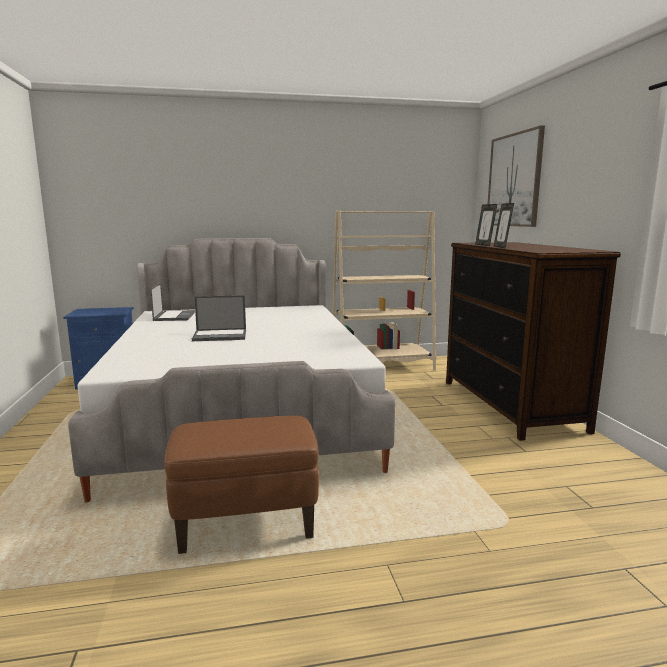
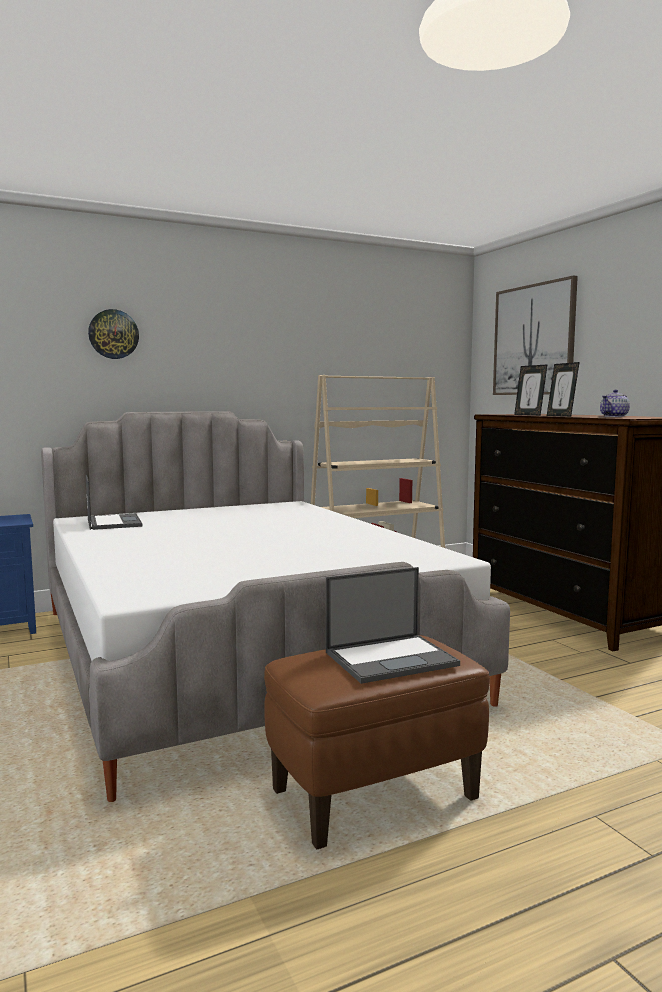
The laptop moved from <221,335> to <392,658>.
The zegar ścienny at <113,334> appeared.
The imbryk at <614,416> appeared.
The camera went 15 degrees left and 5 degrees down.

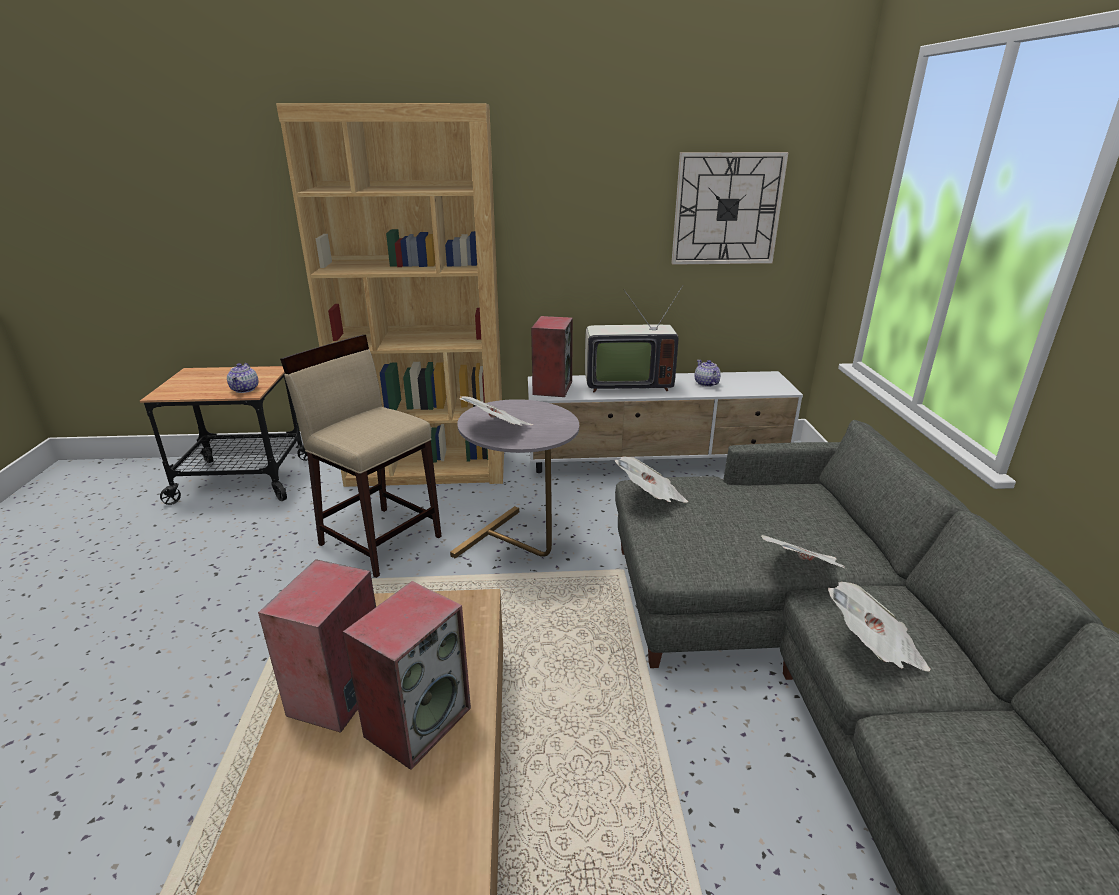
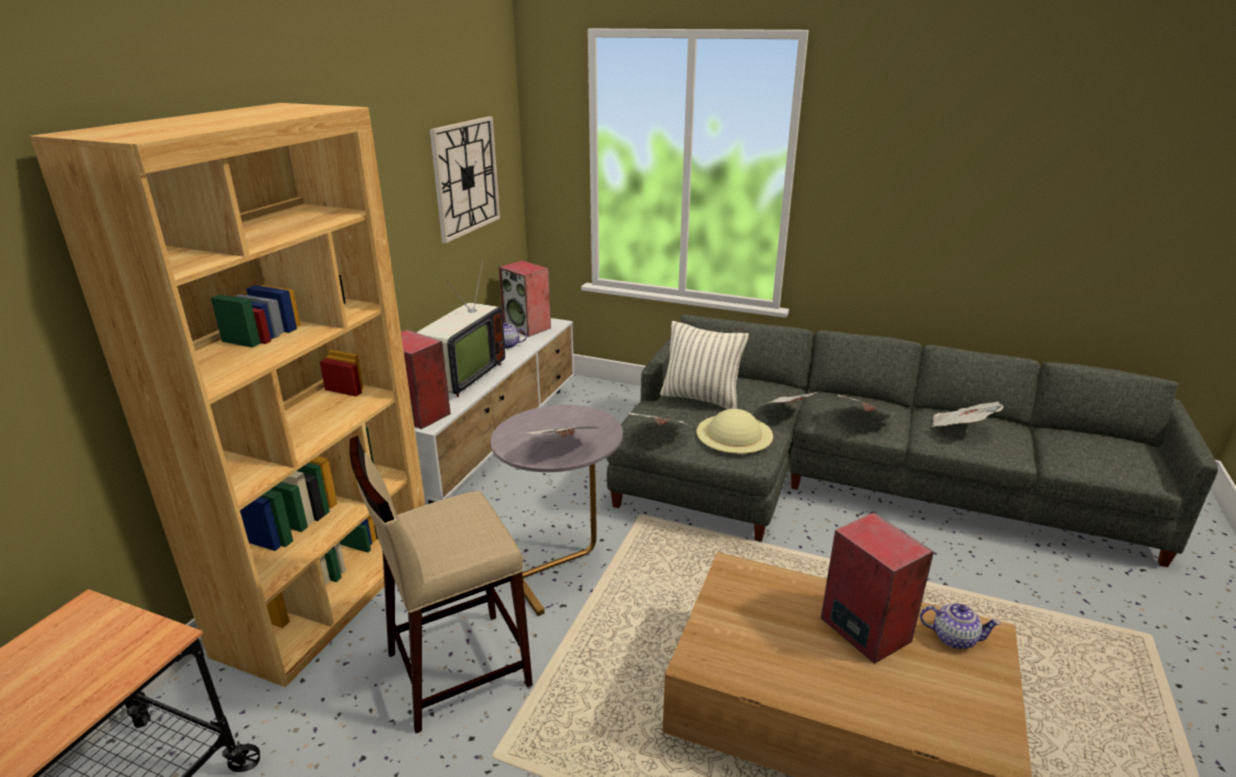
The imbryk moved from <245,389> to <953,637>.
The głośnik moved from <338,694> to <527,327>.
The poduszka at <701,399> appeared.
The kapelusz (beżowy) at <734,433> appeared.
The gazeta at <960,429> appeared.
The camera went 65 degrees left and 0 degrees up.

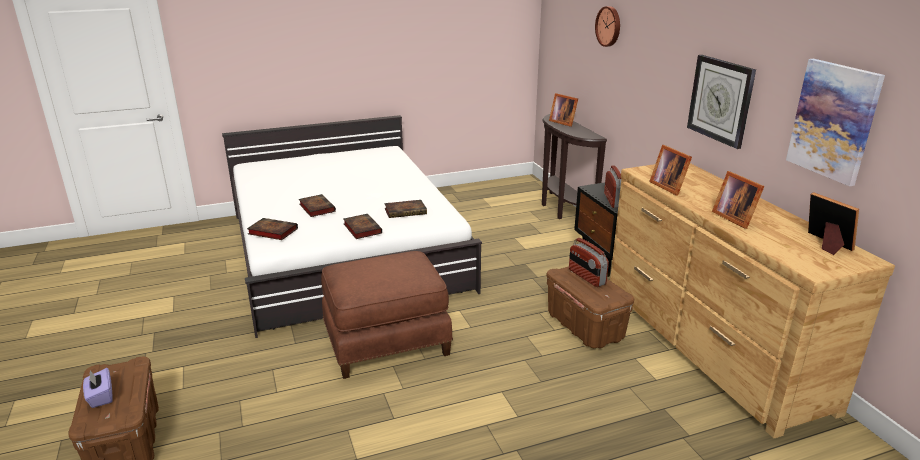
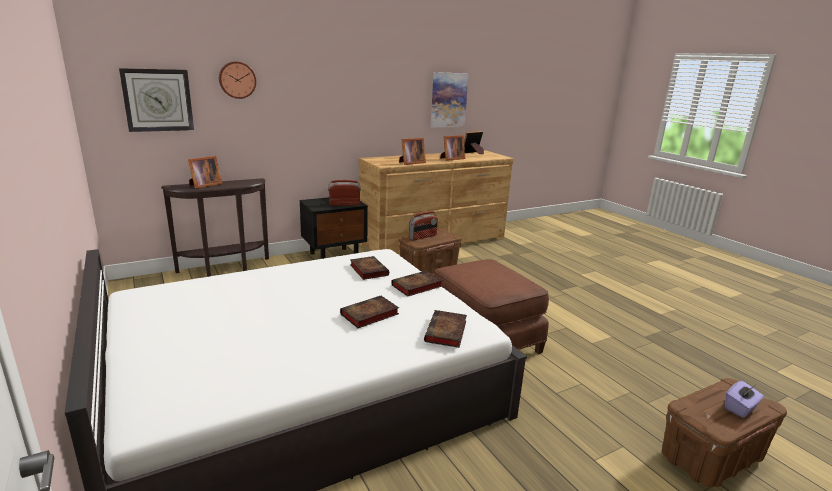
The zegar ścienny moved from <720,100> to <158,100>.
The camera went 100 degrees left and 5 degrees down.

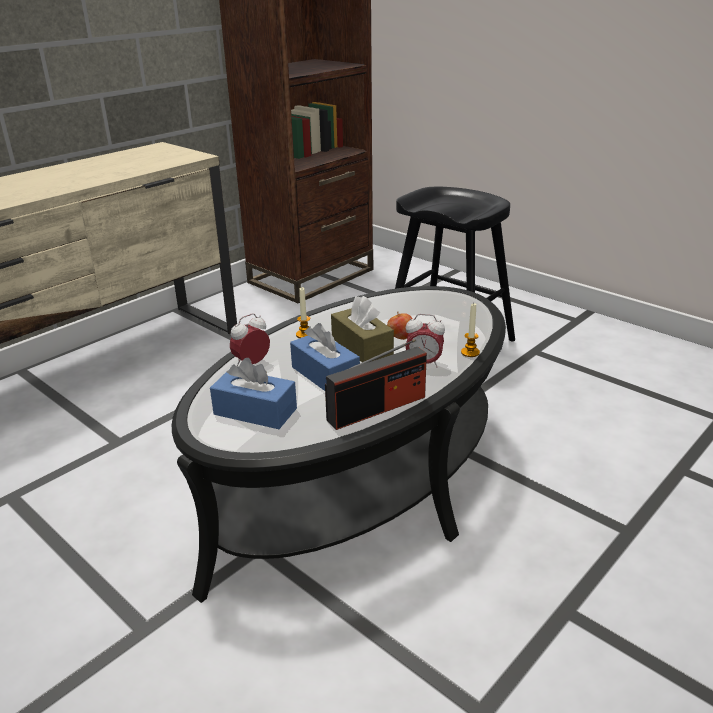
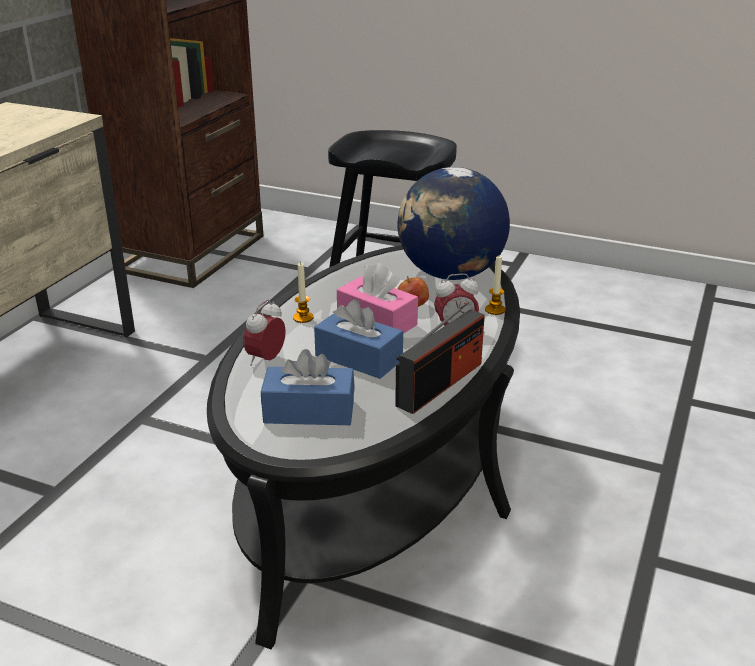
The pudełko chusteczek (brązowy) at <362,346> became the pudełko chusteczek (różowy) at <377,321>.
The globus at <450,274> appeared.
The camera went 20 degrees left and 0 degrees up.

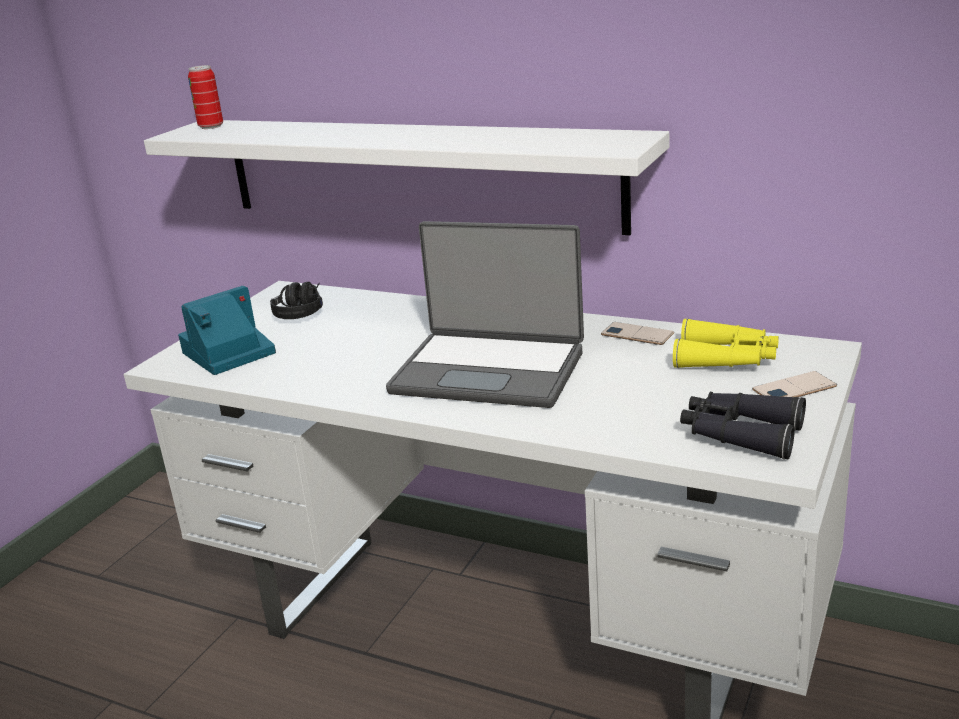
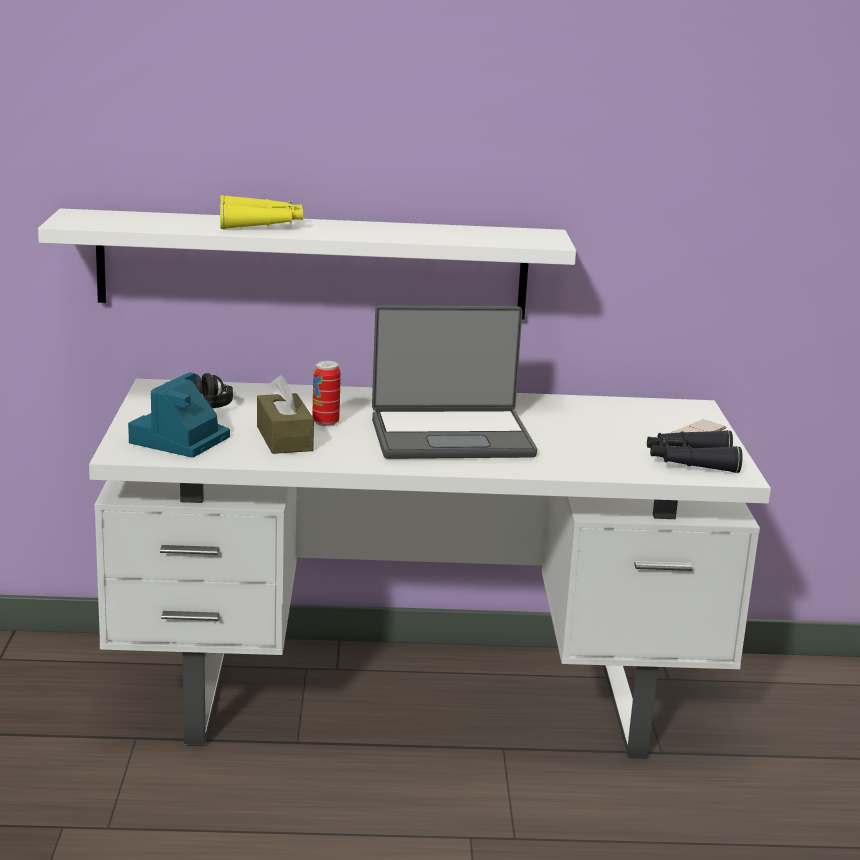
The puszka moved from <211,126> to <325,422>.
The telefon at <637,334> disappeared.
The lornetka (żółty) moved from <726,359> to <261,225>.
The pudełko chusteczek (brązowy) at <284,438> appeared.
The camera went 30 degrees left and 5 degrees down.

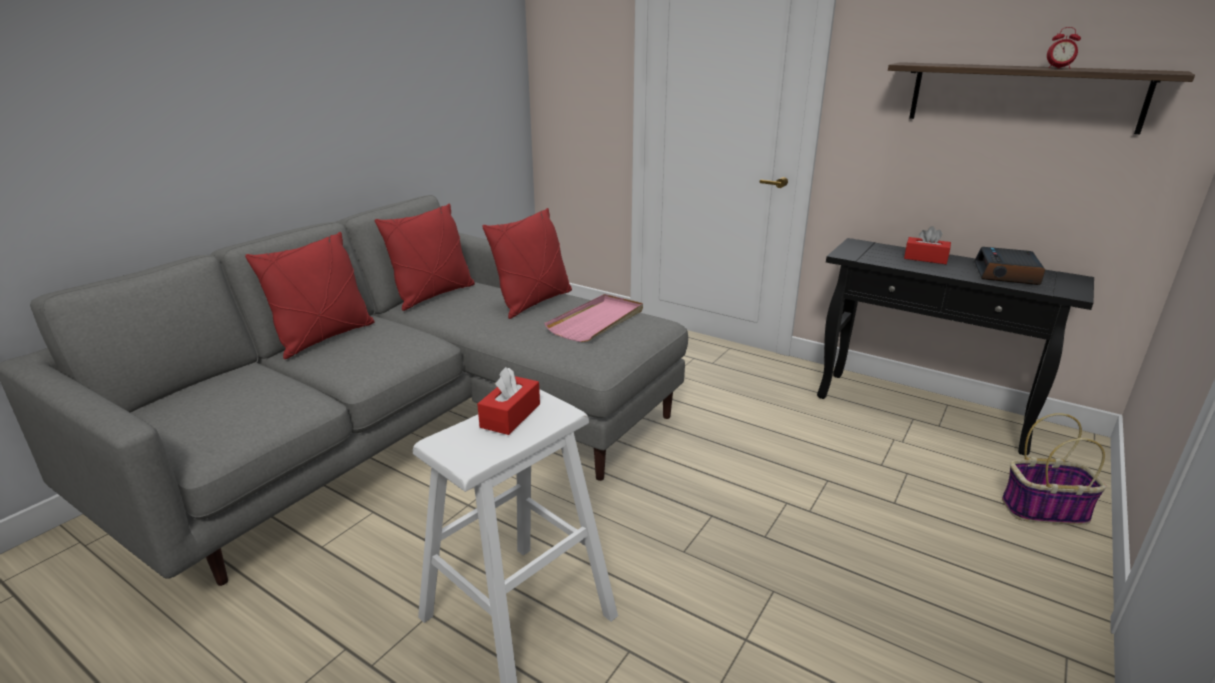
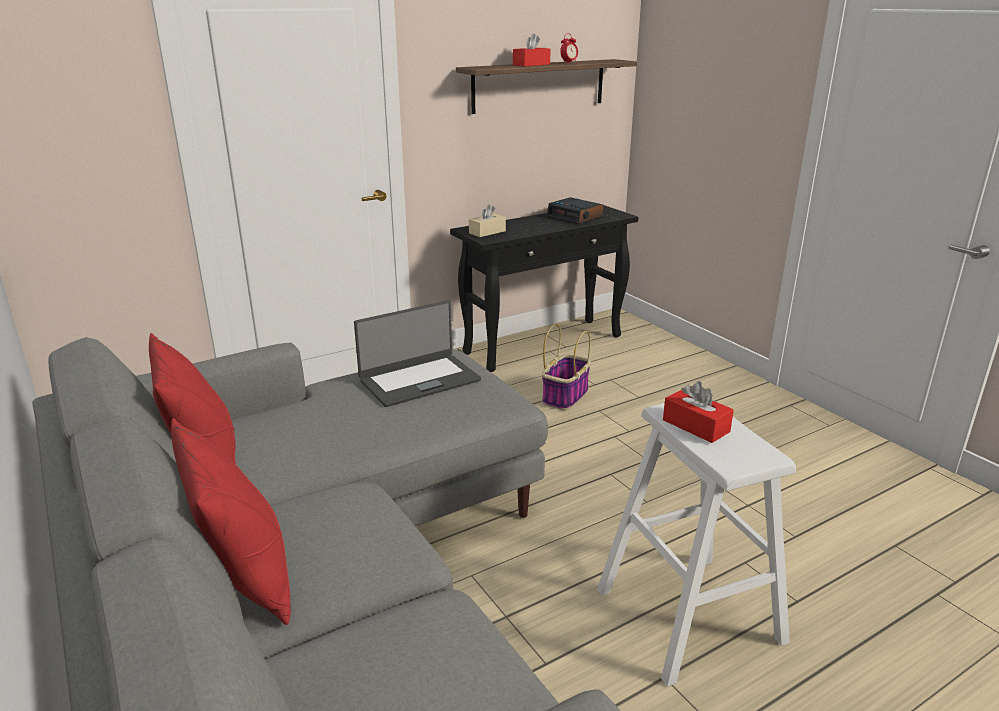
The poduszka (czerwony) at <533,302> disappeared.
The taca (różowy) at <597,321> was replaced by the laptop at <419,380>.
The pudełko chusteczek (czerwony) moved from <925,258> to <531,65>.
The koszyk moved from <1045,510> to <565,396>.
The pudełko chusteczek (beżowy) at <487,232> appeared.
The camera went 65 degrees left and 0 degrees up.

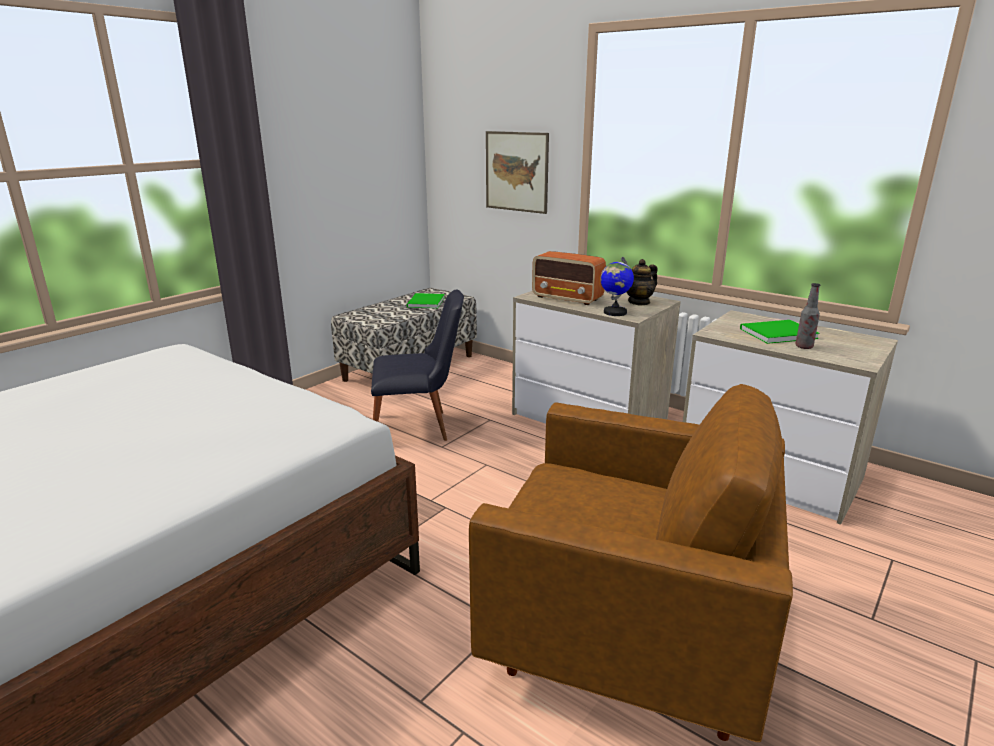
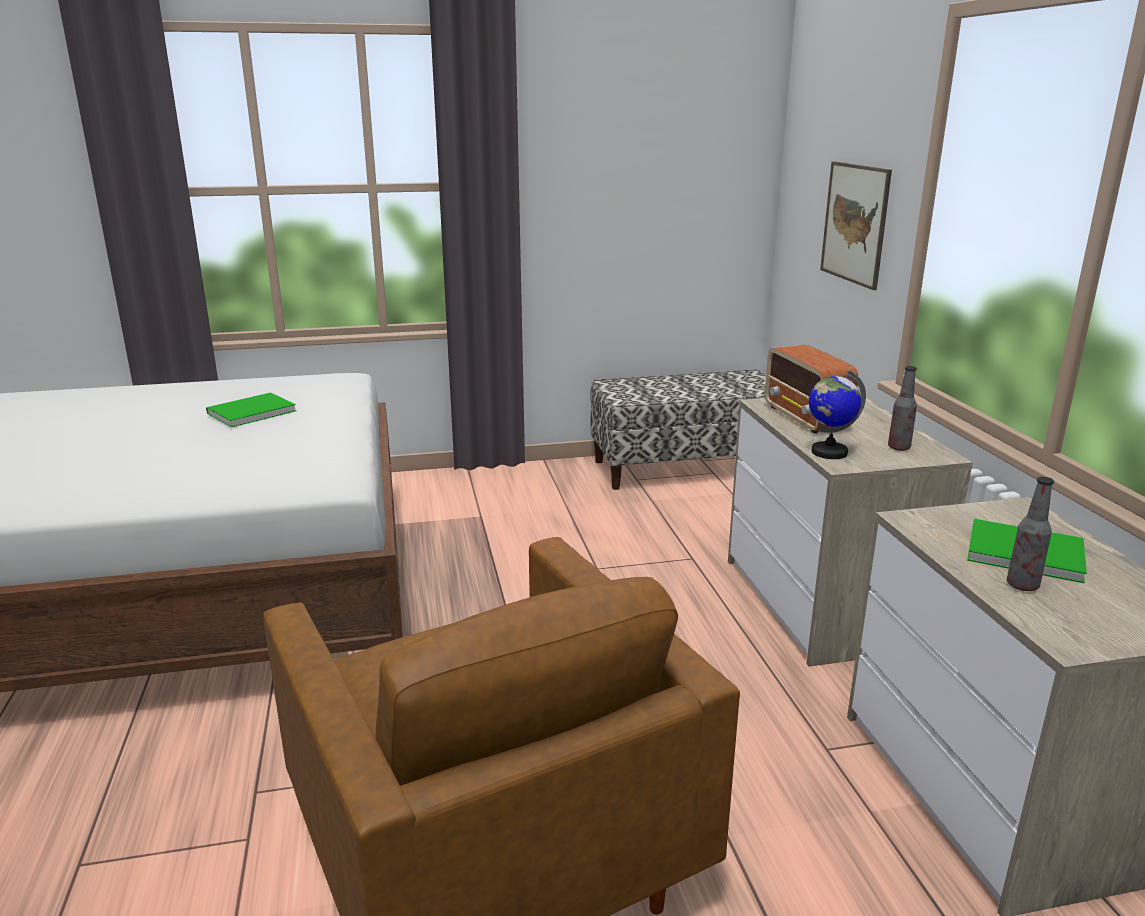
The krzesło (czarny) at <418,428> disappeared.
The książka (zielony) moved from <424,302> to <248,412>.
The imbryk at <639,302> was replaced by the butelka at <899,448>.
The camera went 40 degrees right and 0 degrees up.

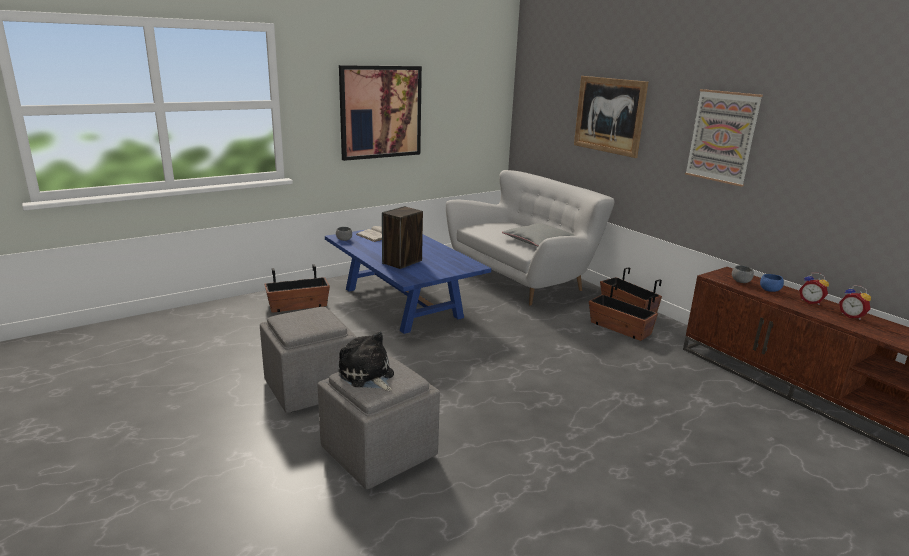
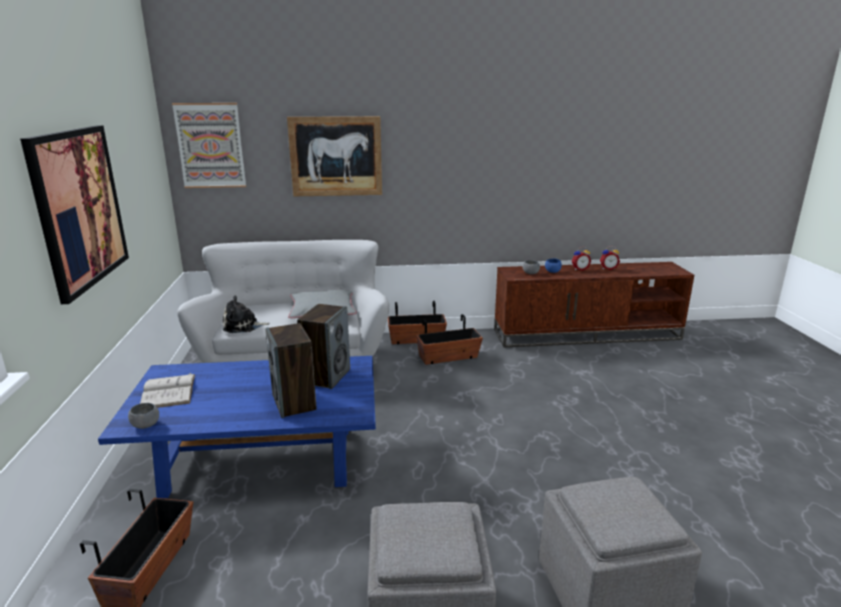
The pluszak moved from <367,376> to <243,326>.
The obraz moved from <722,137> to <210,146>.
The głośnik at <326,376> appeared.
The camera went 60 degrees left and 0 degrees up.

